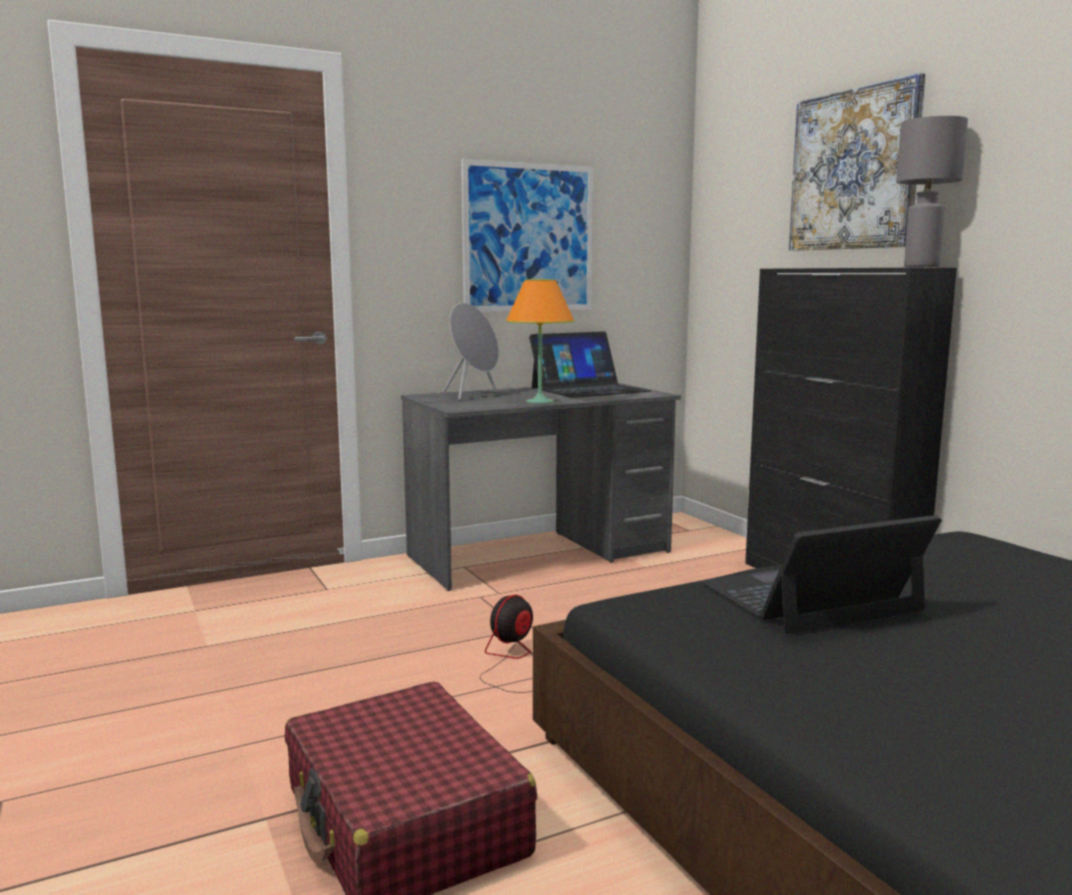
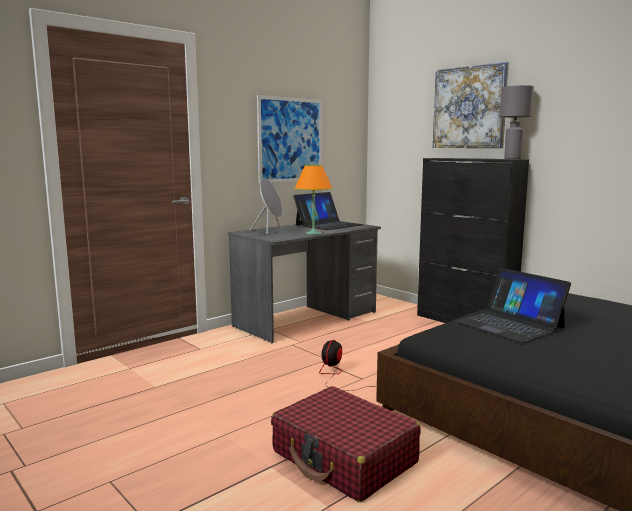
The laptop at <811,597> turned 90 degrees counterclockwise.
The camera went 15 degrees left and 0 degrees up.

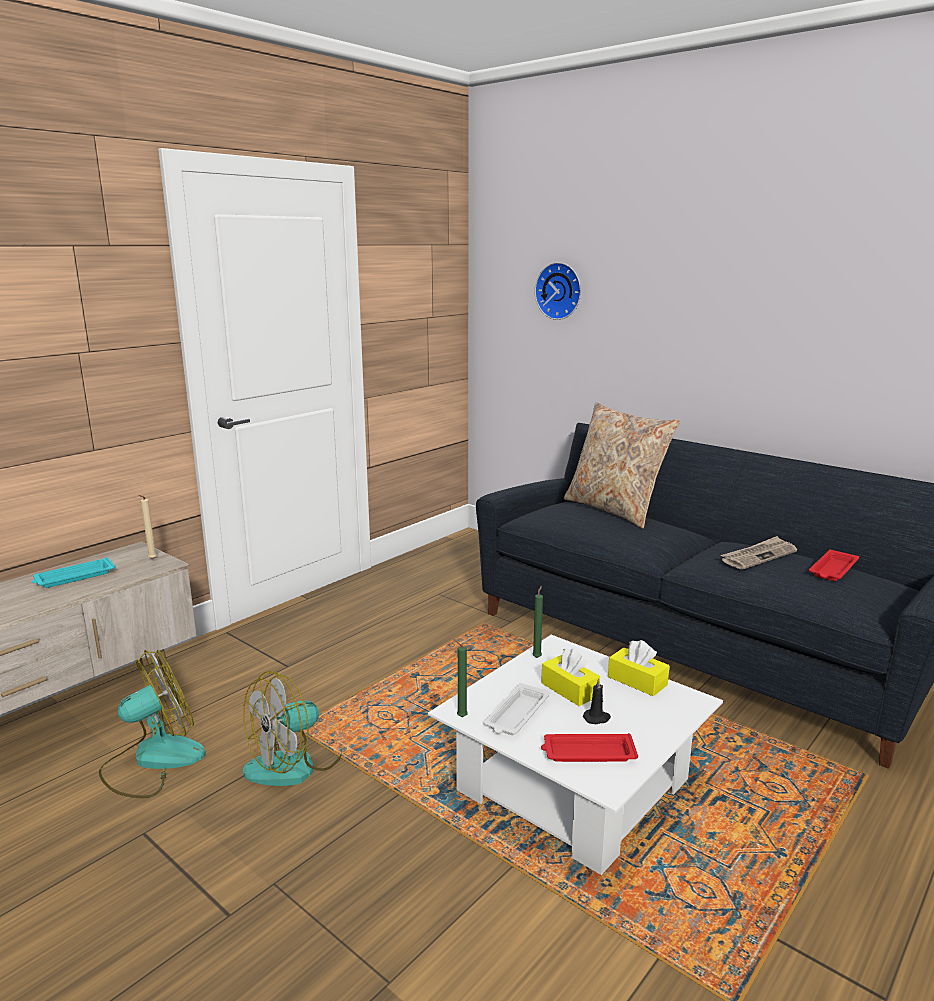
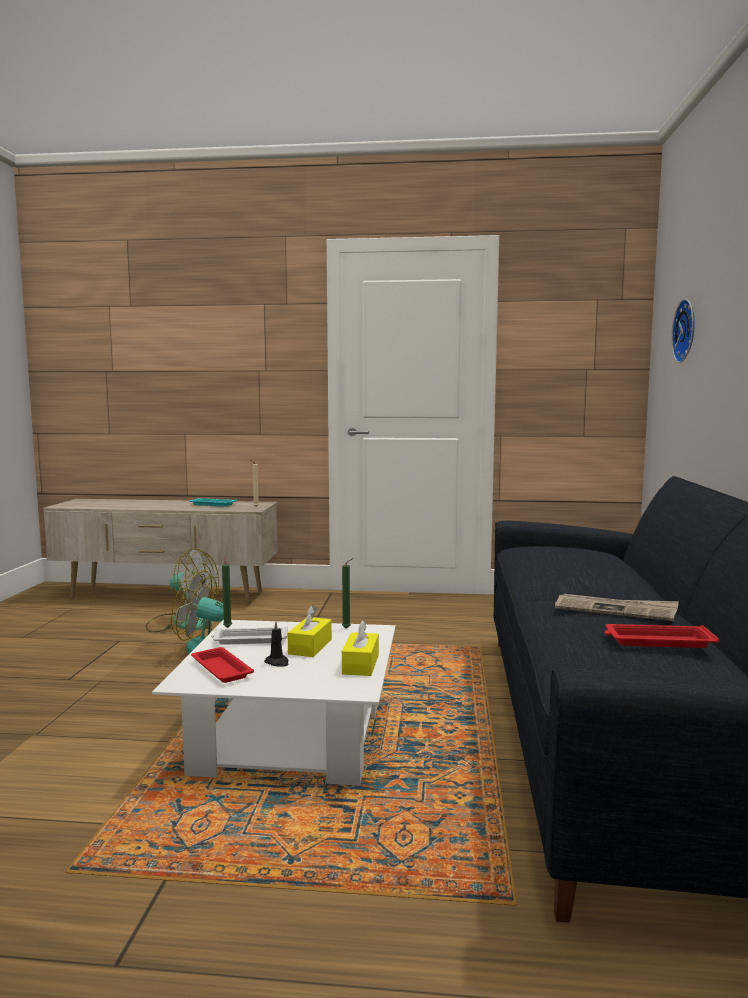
The poduszka (beżowy) at <615,509> disappeared.
The camera went 55 degrees right and 10 degrees down.

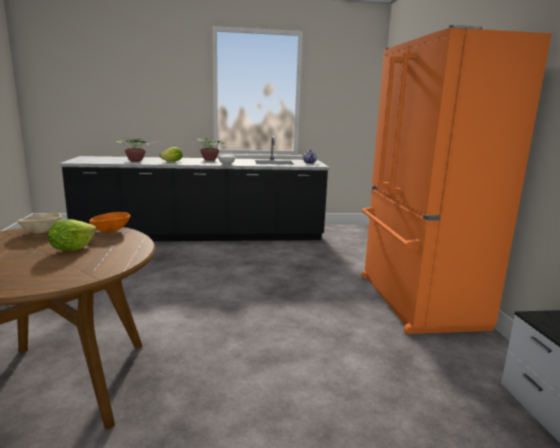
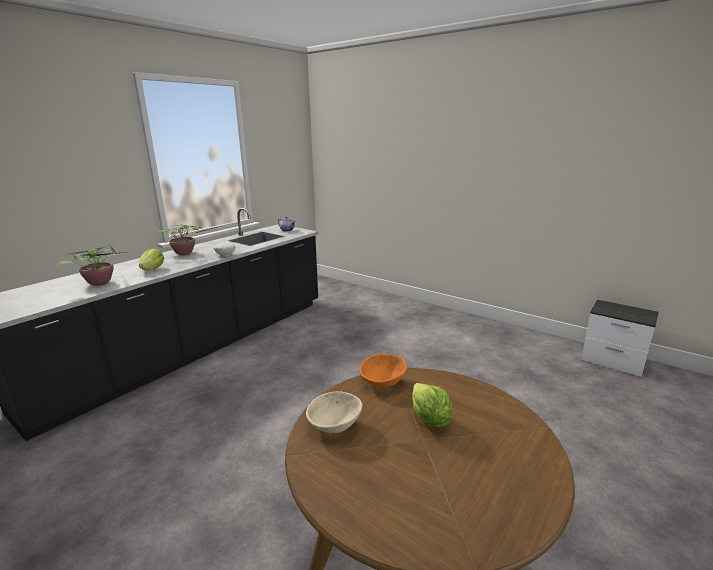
The lodówka (pomarańczowy) at <416,301> disappeared.
The camera went 45 degrees left and 5 degrees up.

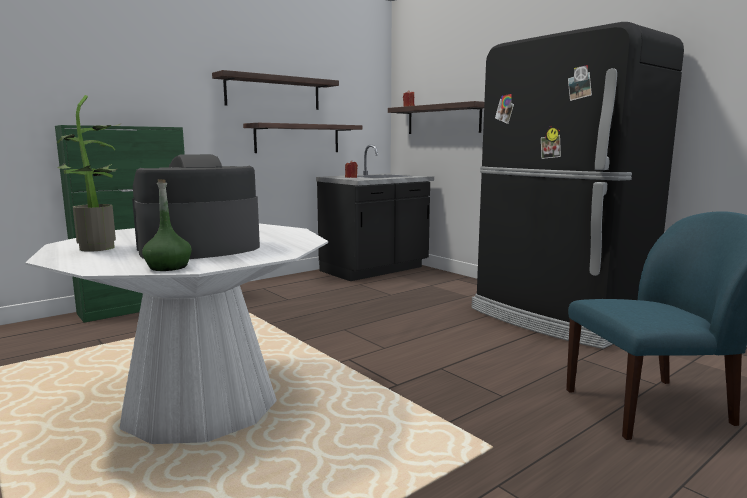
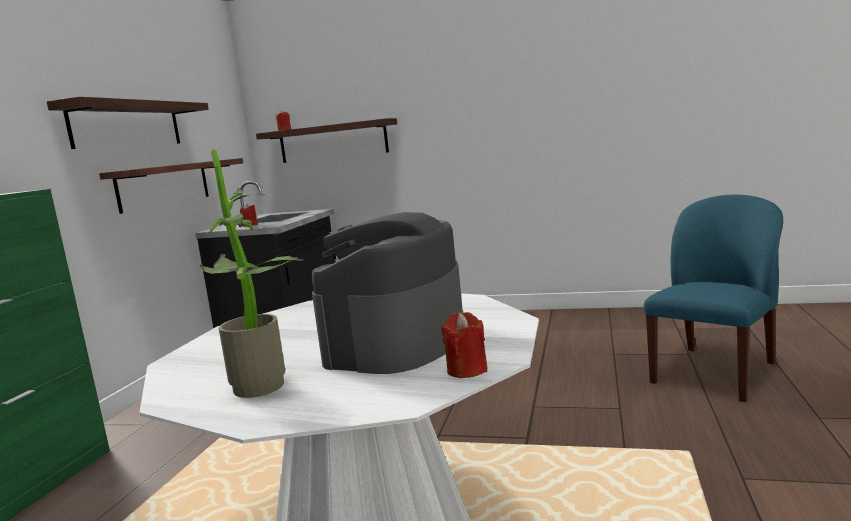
The butelka (zielony) at <168,267> was replaced by the świeca (czerwony) at <467,370>.
The lodówka (czarny) at <557,318> disappeared.
The camera went 35 degrees left and 0 degrees up.

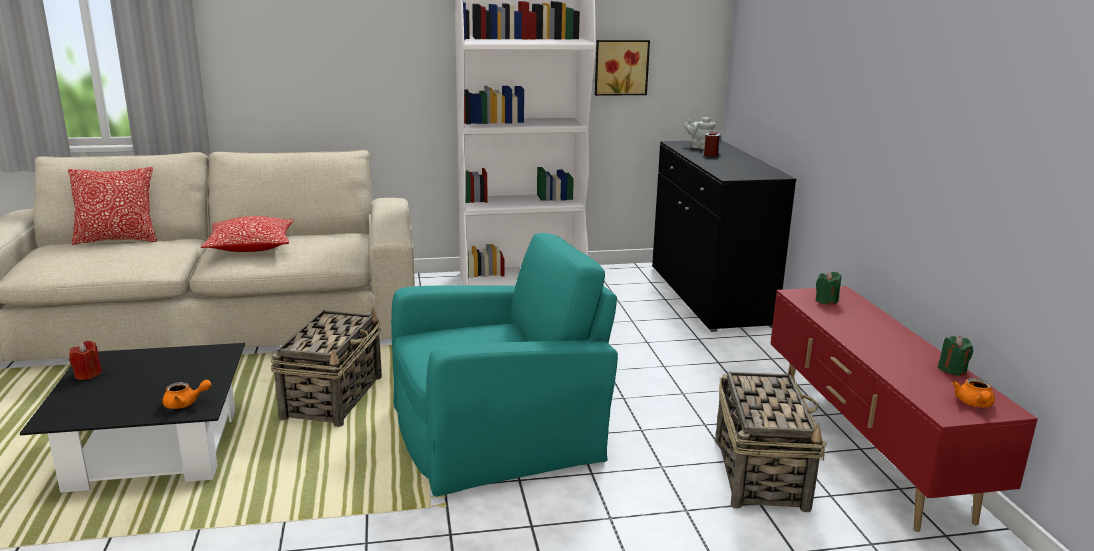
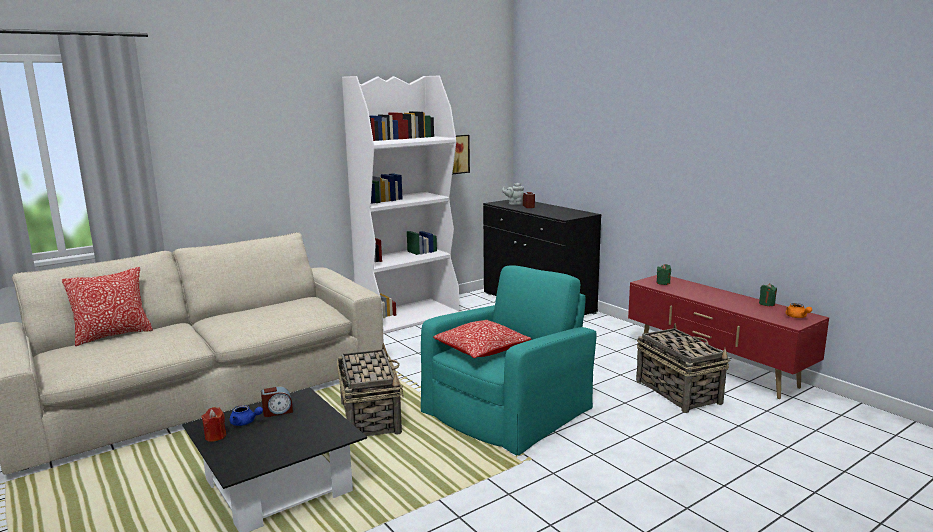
The imbryk (pomarańczowy) at <185,404> disappeared.
The poduszka moved from <251,247> to <481,350>.
The imbryk (niebieski) at <245,422> appeared.
The budzik at <277,411> appeared.
The camera went 25 degrees left and 5 degrees down.

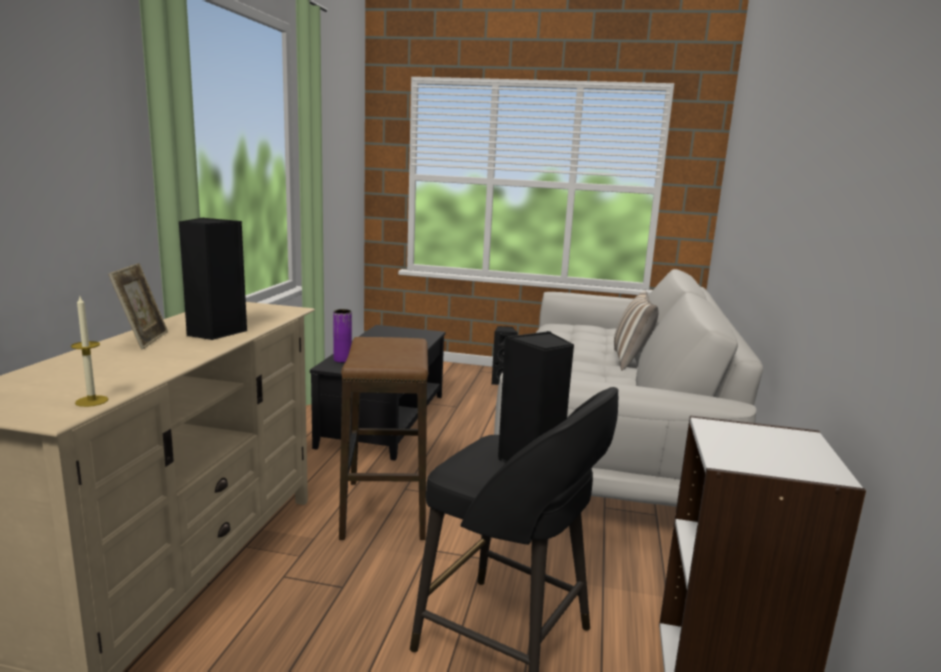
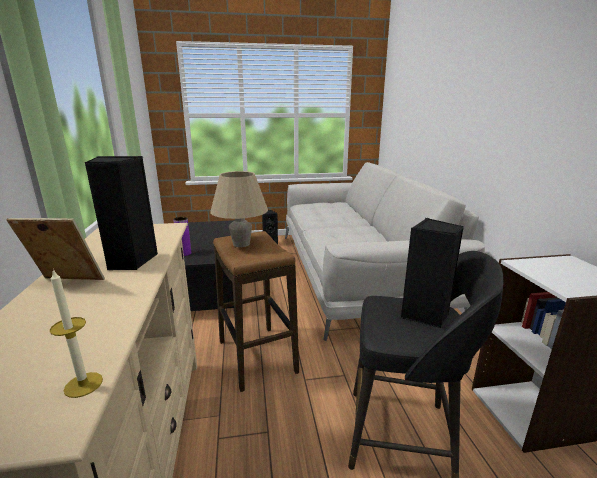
The ramka na zdjęcie at <143,340> turned 60 degrees counterclockwise.
The poduszka at <631,361> disappeared.
The lampa stołowa (beżowy) at <241,244> appeared.
The camera went 20 degrees left and 5 degrees up.

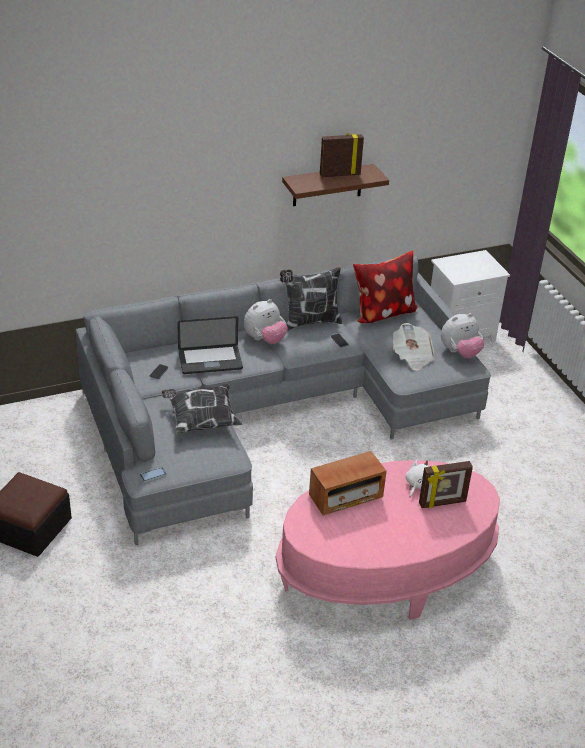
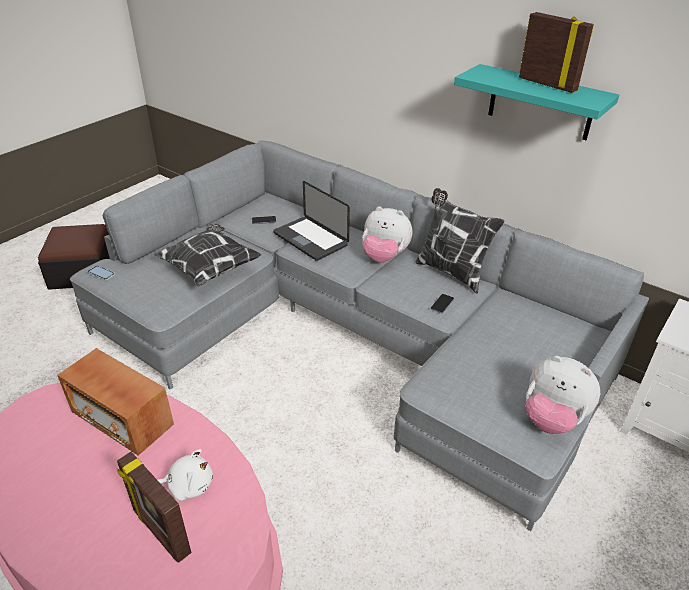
The półka (brązowy) at <327,185> became the półka (turkusowy) at <540,103>.
The poduszka at <382,313> disappeared.
The gazeta at <412,357> disappeared.
The camera went 60 degrees right and 0 degrees up.

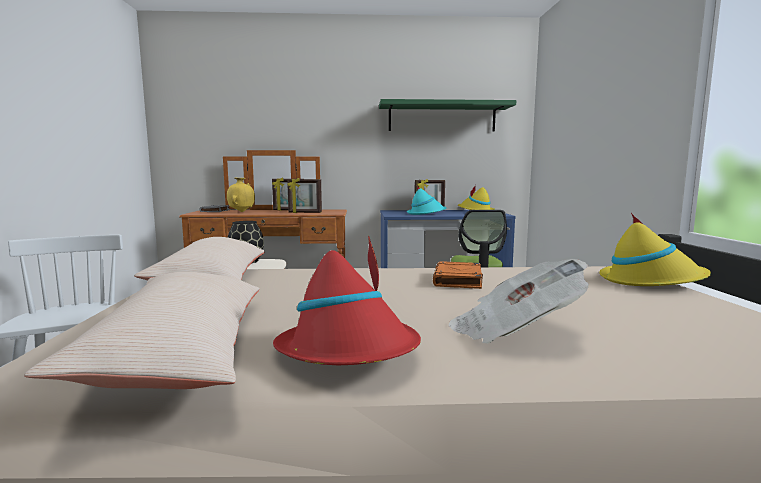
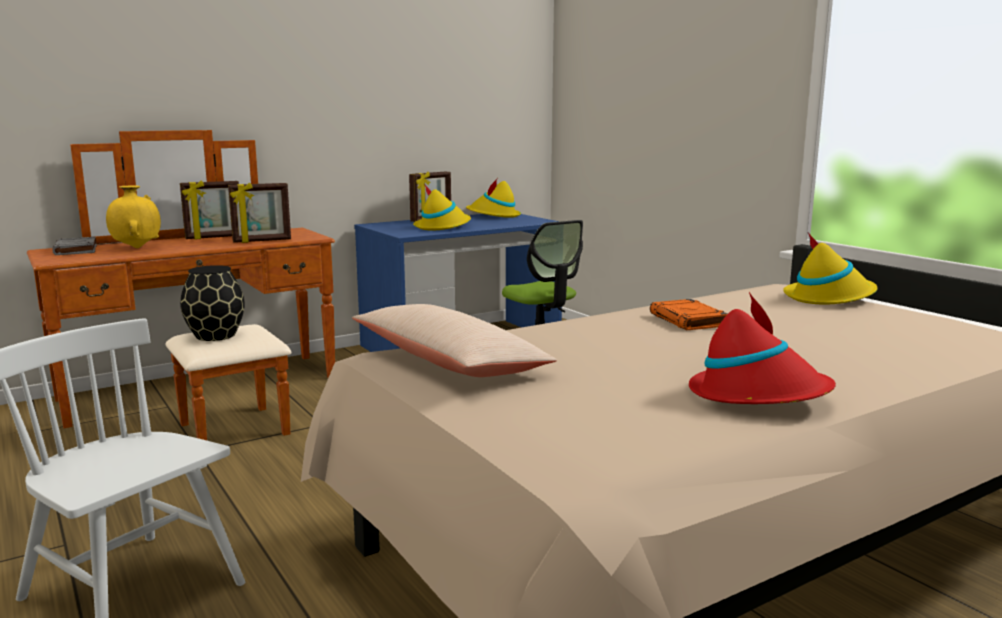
The poduszka (beżowy) at <183,348> disappeared.
The półka (zielony) at <442,118> disappeared.
The kapelusz (turkusowy) at <426,213> became the kapelusz (żółty) at <442,227>.
The gazeta at <513,332> disappeared.
The camera went 30 degrees left and 5 degrees up.

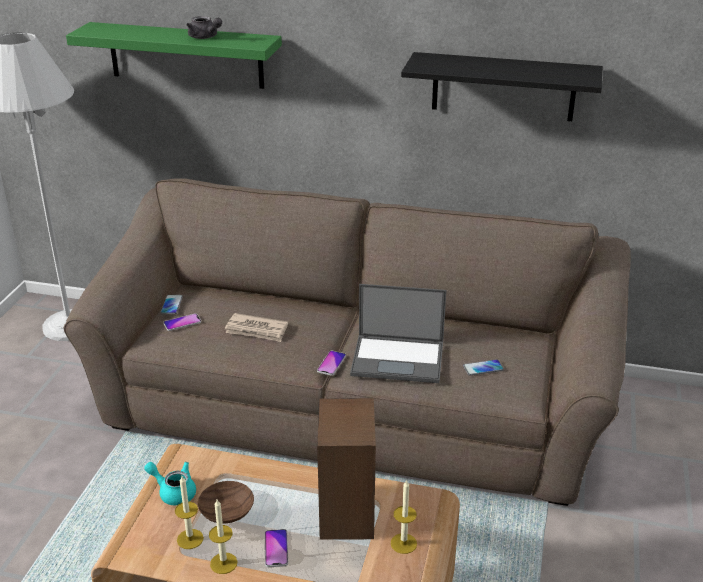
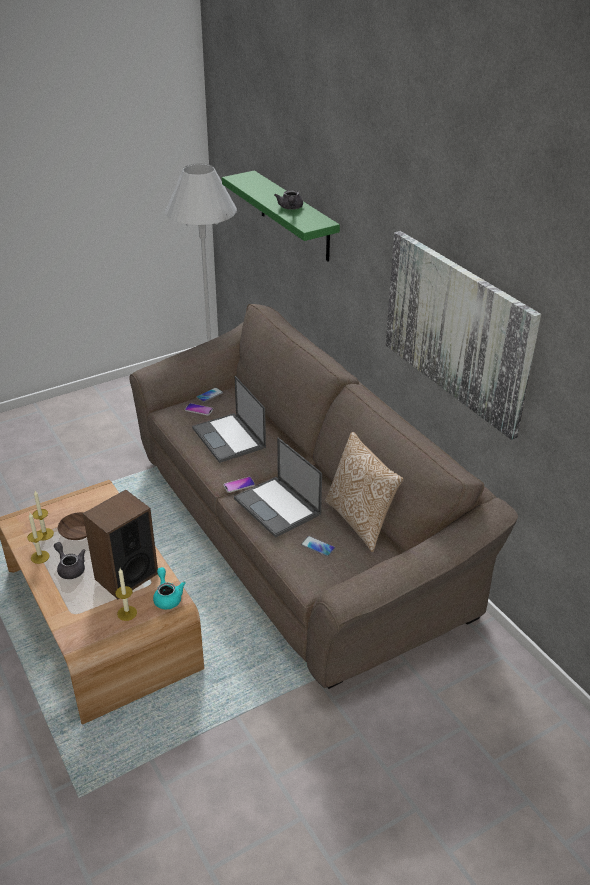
The imbryk (turkusowy) moved from <174,492> to <167,597>.
The gazeta at <257,330> was replaced by the laptop at <229,438>.
The telefon at <276,549> was replaced by the imbryk (szary) at <70,568>.
The półka (czarny) at <503,87> was replaced by the obraz at <457,330>.
The poduszka at <360,521> appeared.
The camera went 45 degrees right and 5 degrees up.

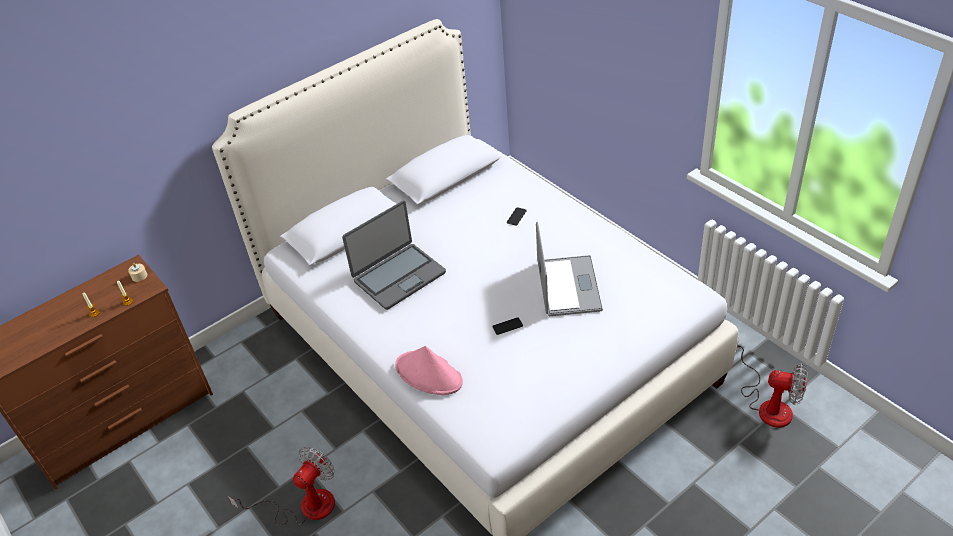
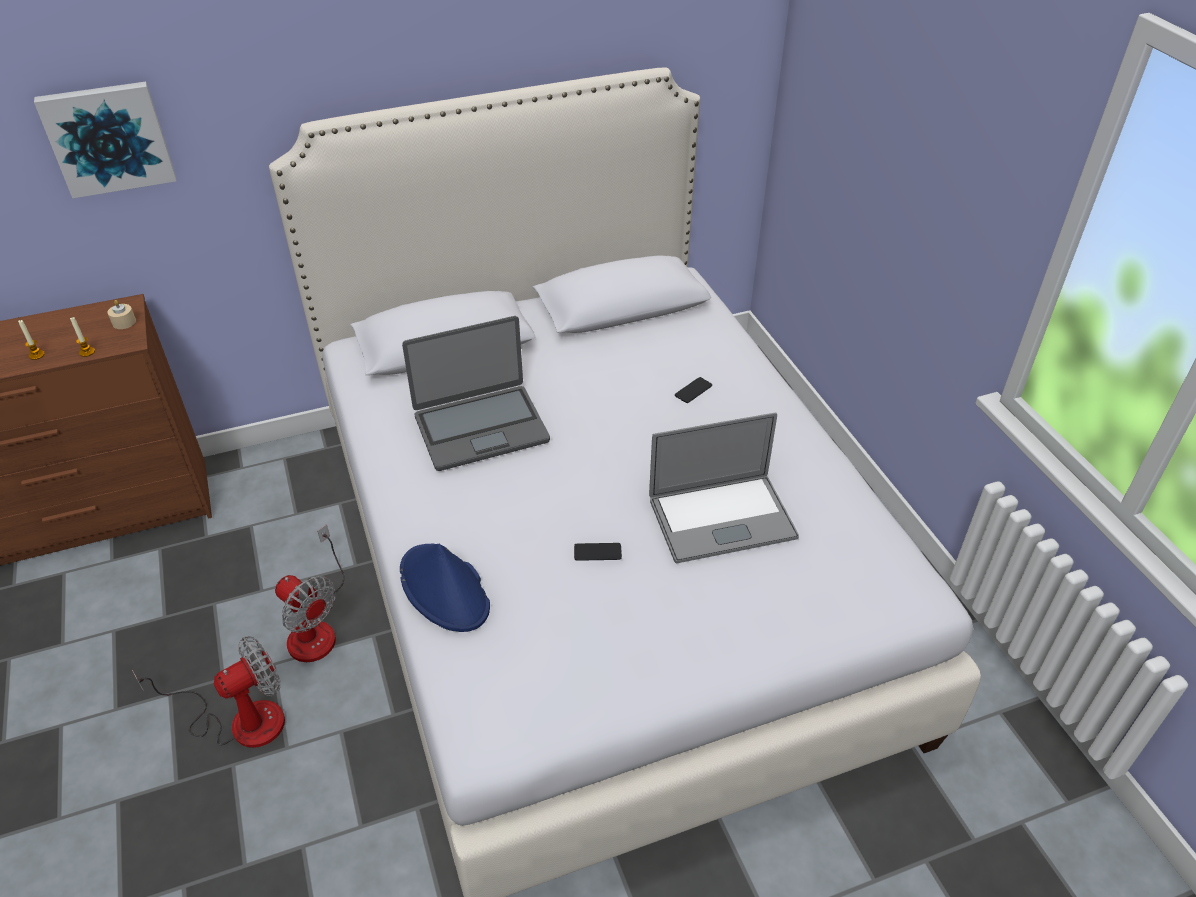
The kapelusz (różowy) at <429,374> became the kapelusz (niebieski) at <445,589>.
The laptop at <568,286> turned 60 degrees clockwise.
The wentylator moved from <768,404> to <316,627>.
The obraz at <108,138> appeared.
The camera went 15 degrees right and 0 degrees up.

